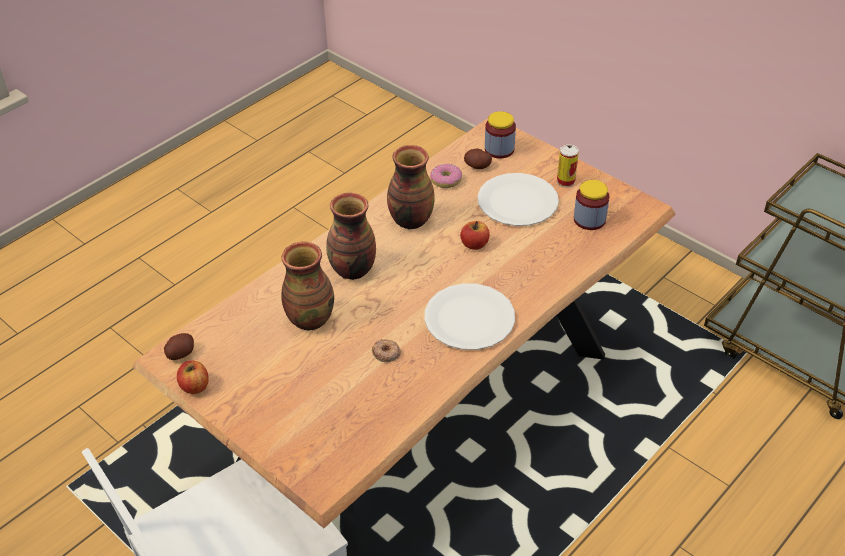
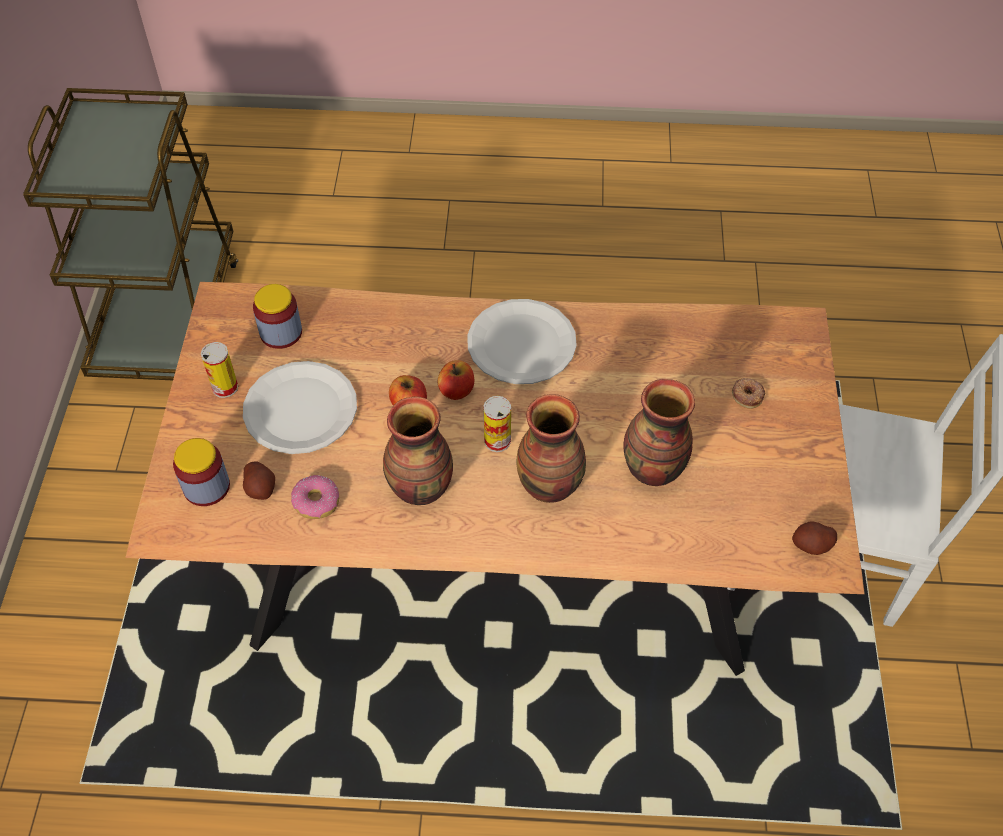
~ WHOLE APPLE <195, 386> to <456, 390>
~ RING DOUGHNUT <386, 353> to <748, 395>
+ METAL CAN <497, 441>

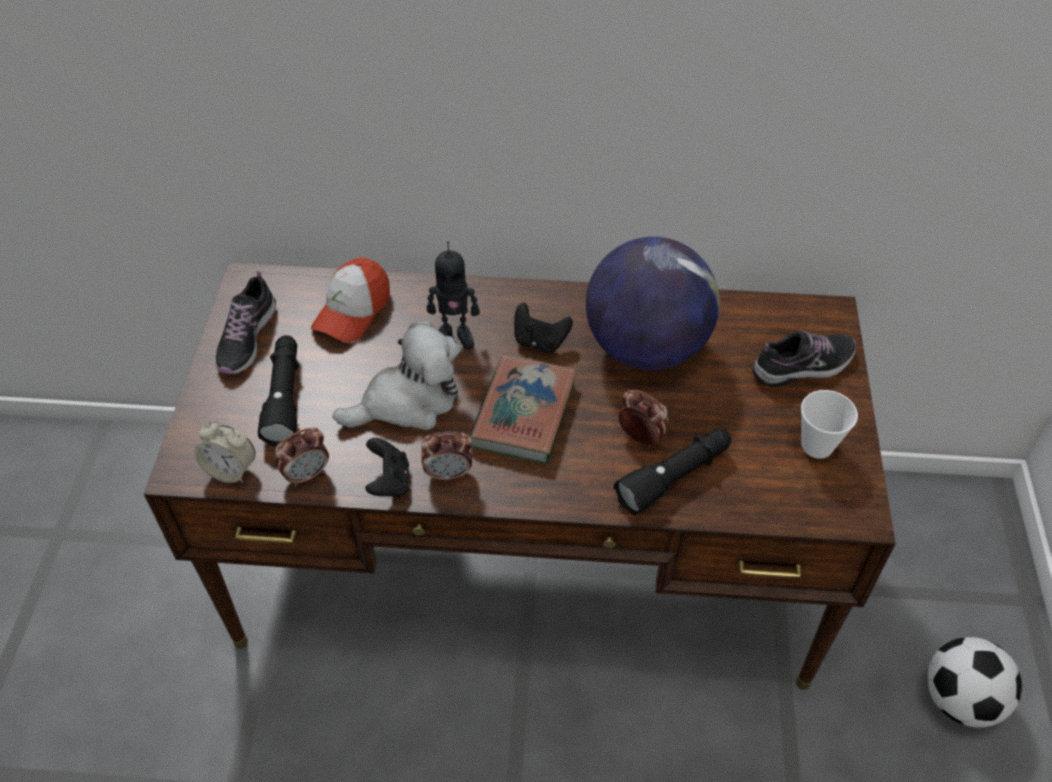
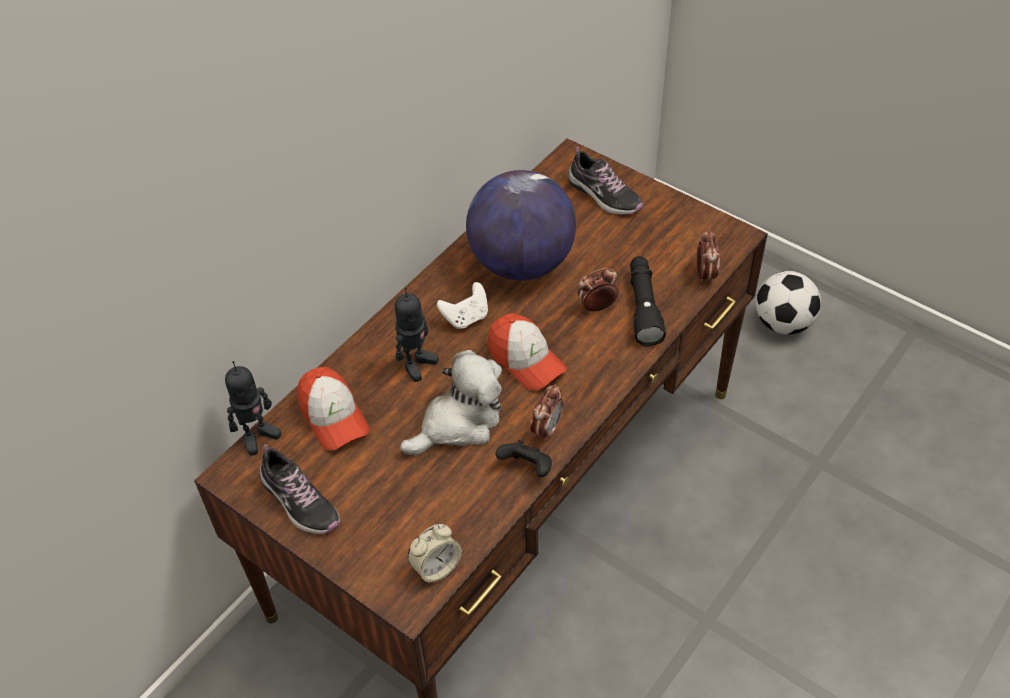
- BLACK FLASHLIGHT <285, 397>
~ BEDSIDE CLOCK <307, 474> to <705, 274>
~ SOFT TOY <408, 402> = <459, 422> 45 degrees clockwise
~ BOOK <523, 413> to PEAKED CAP <526, 360>
~ BLACK GAME CONTROLLER <540, 341> to WHITE-COLOURED GAME CONTROLLER <466, 317>
~ LOW SHOE <803, 366> = <604, 195> 120 degrees clockwise
- SMALL CUP <817, 446>
+ ROBOT FIGURE <258, 436>

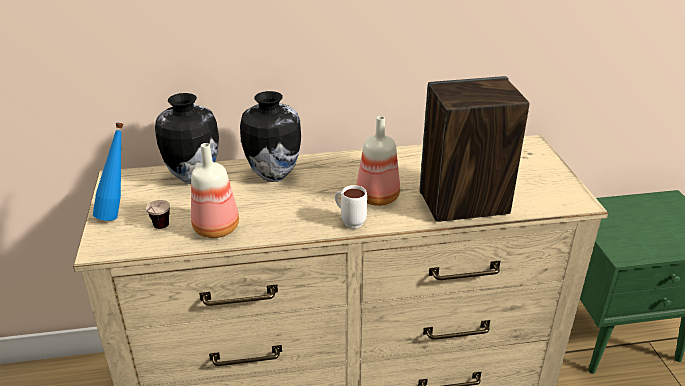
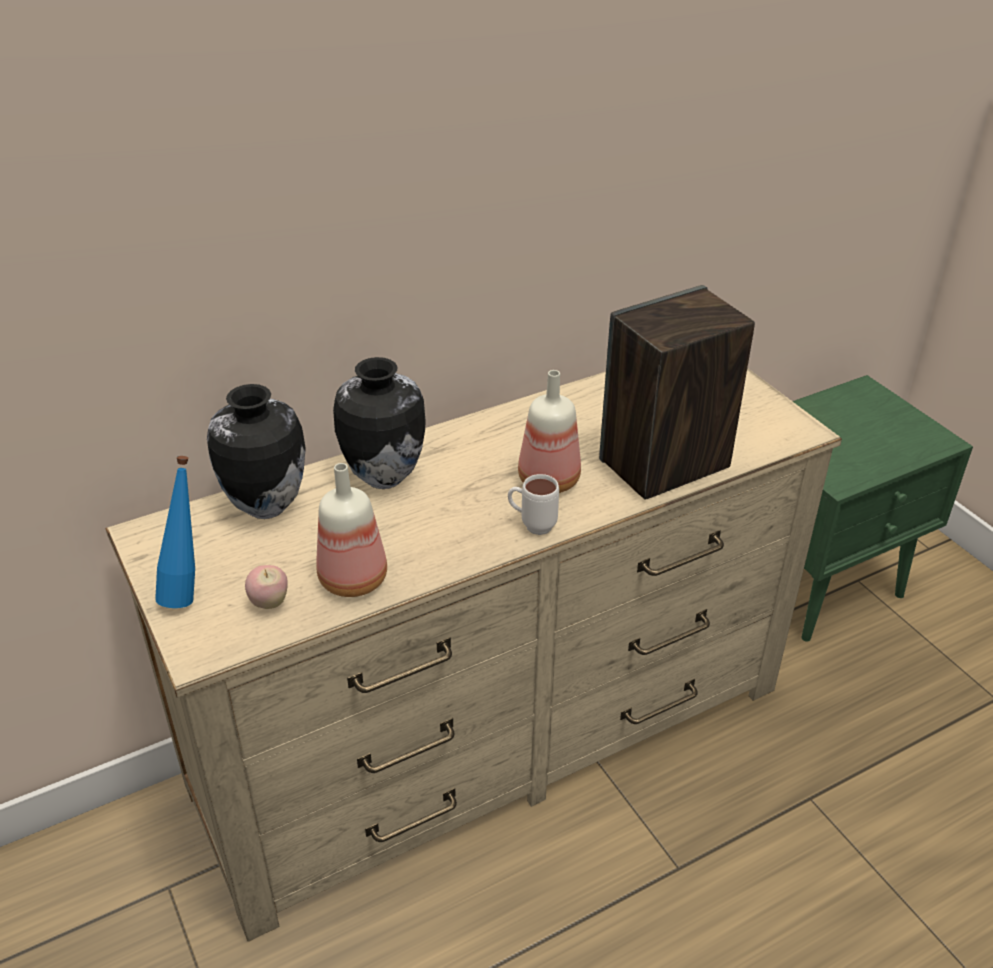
~ SMALL CUP <158, 230> to WHOLE APPLE <269, 603>

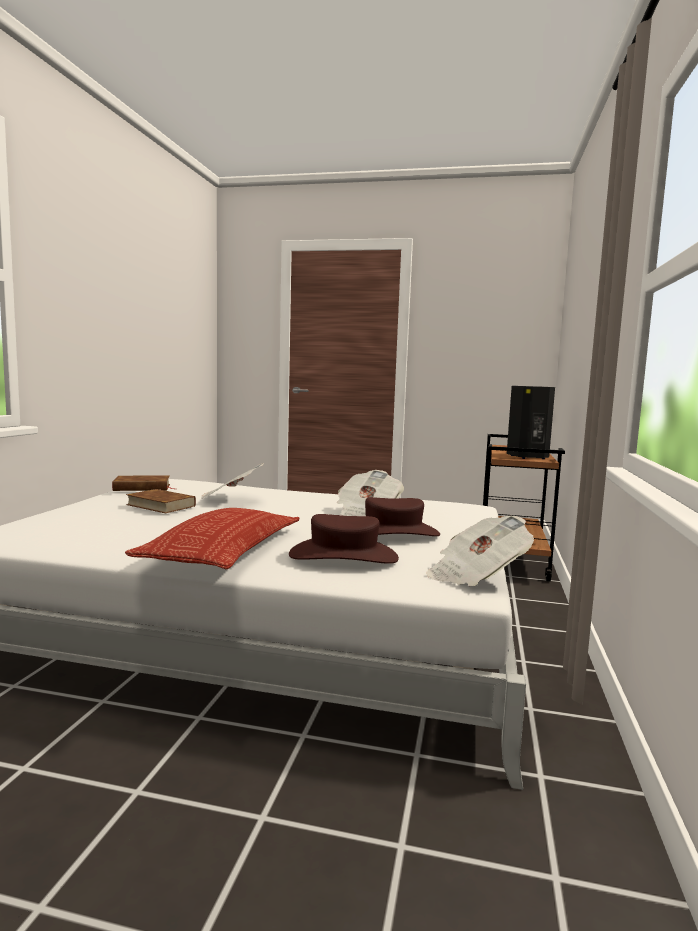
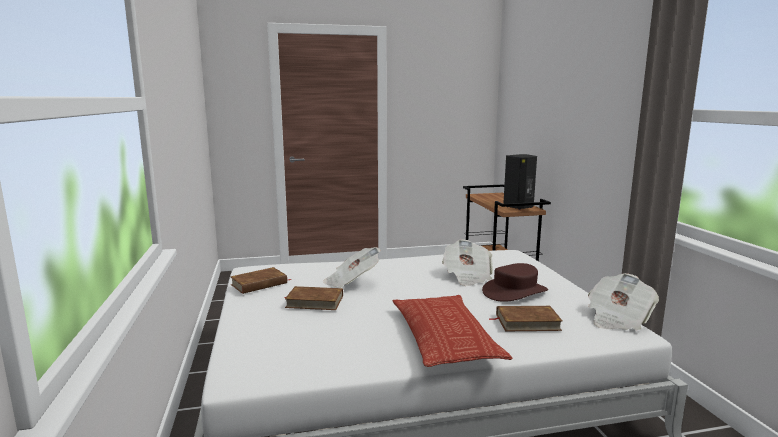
~ BROWN CLOTHING HAT <343, 556> to BROWN BOOK <527, 322>

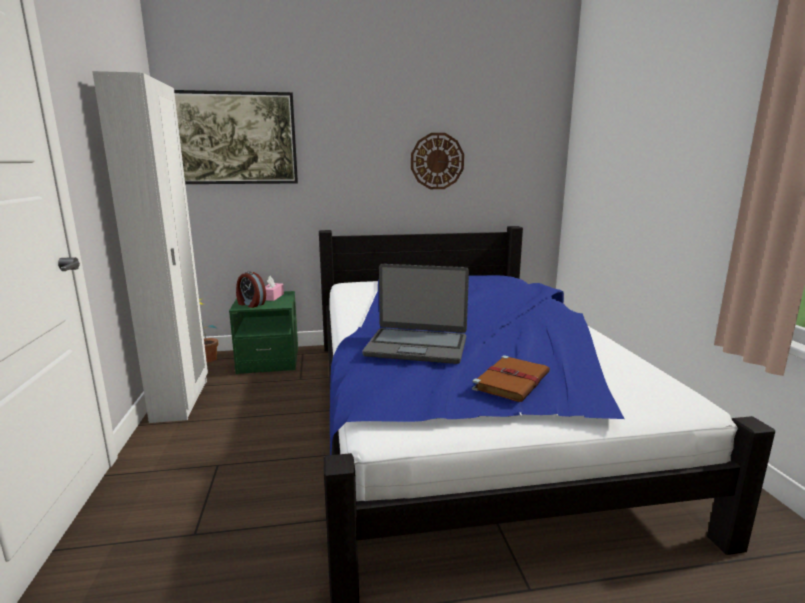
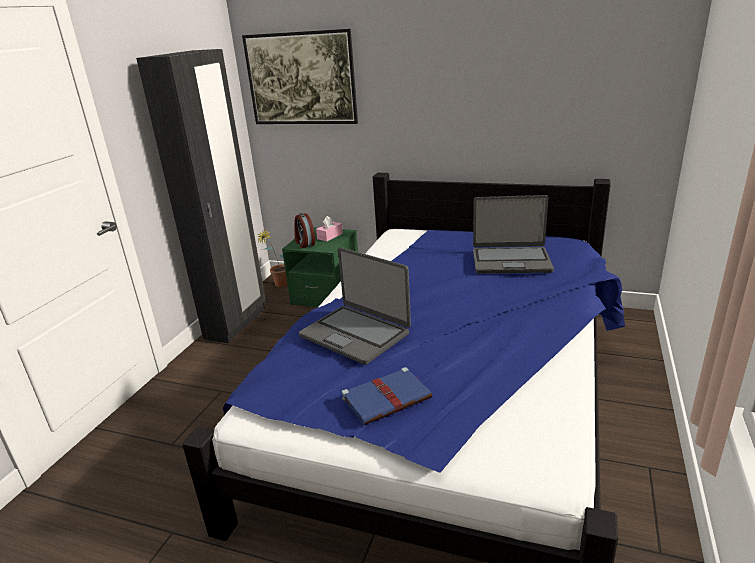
~ WHITE-COLOURED WARDROBE <181, 400> to BLACK WARDROBE <236, 323>
- CLOCK ON THE WALL <437, 161>
~ BROWN BOOK <512, 381> to BLUE-COLOURED BOOK <388, 398>
+ PORTABLE COMPUTER <511, 261>

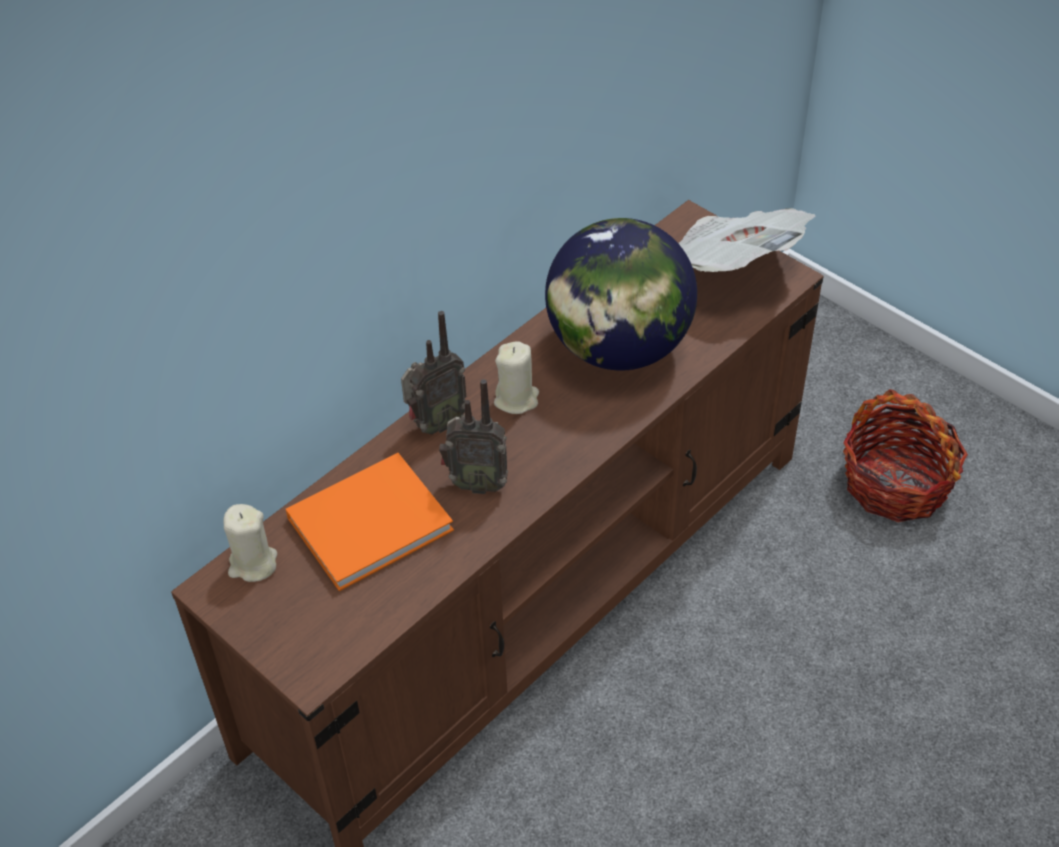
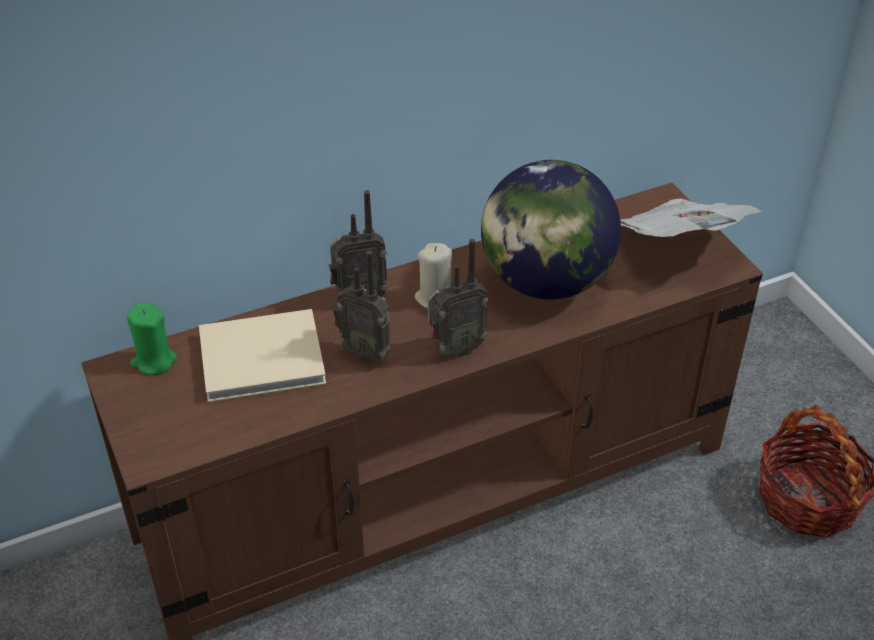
~ SAND-COLOURED CANDLE <253, 564> to GREEN CANDLE <154, 361>
~ ORANGE-COLOURED BOOK <374, 522> to SAND-COLOURED BOOK <266, 358>
+ RADIO RECEIVER <454, 349>

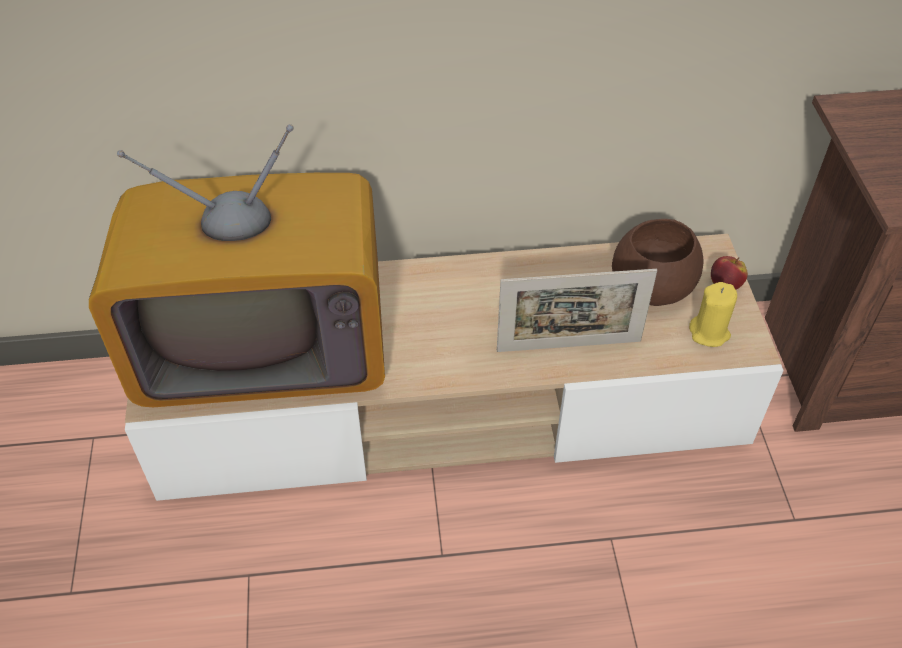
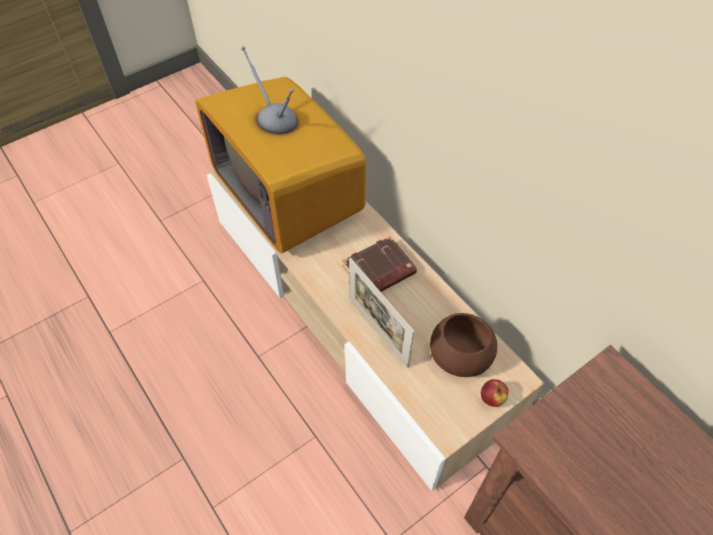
- YELLOW CANDLE <709, 333>
+ BROWN BOOK <379, 271>

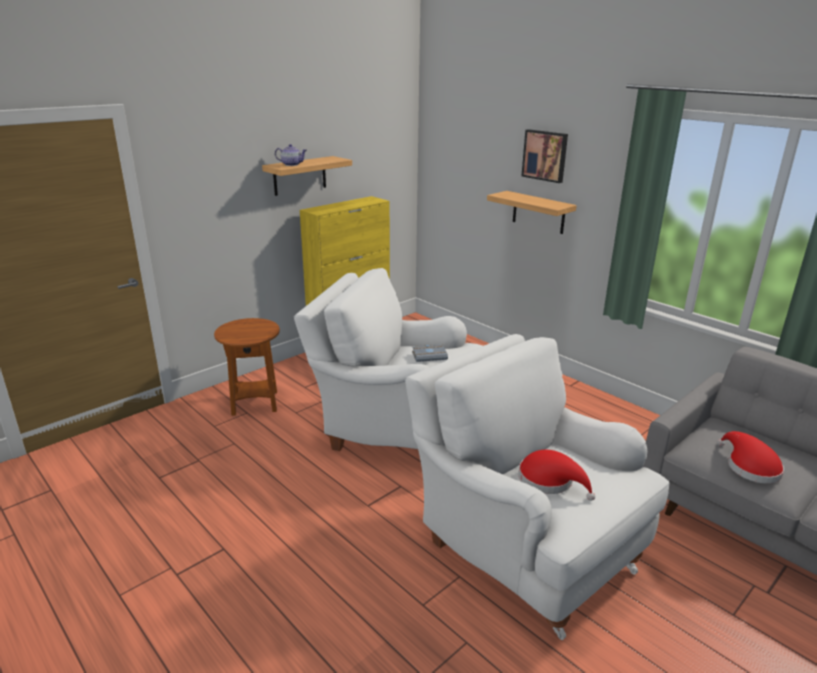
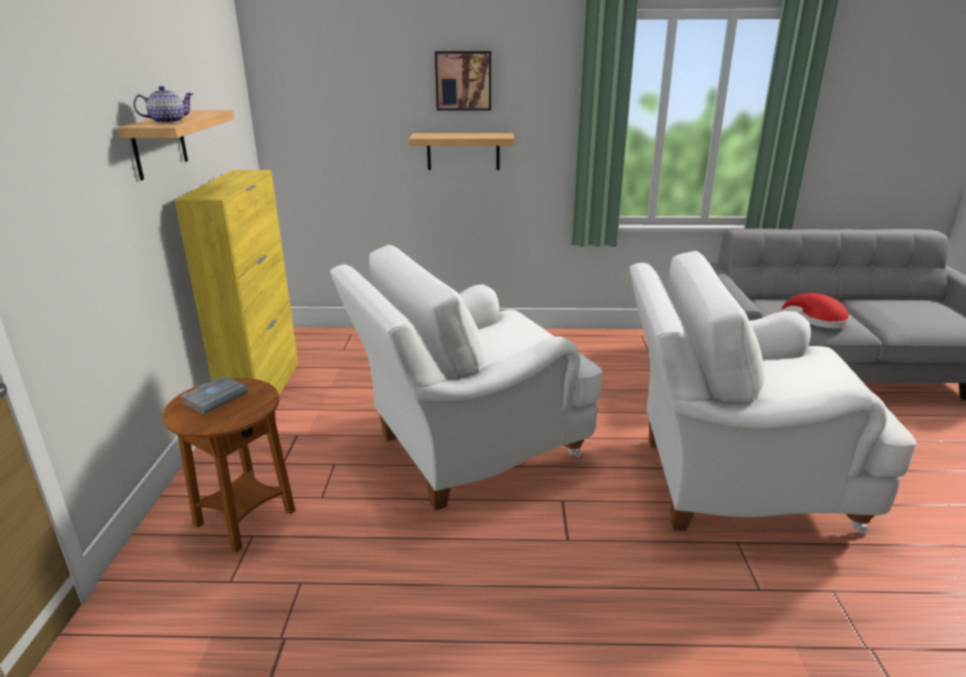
~ GRAY BOOK <430, 355> to <215, 398>
- RED-COLOURED CLOTHING HAT <550, 480>

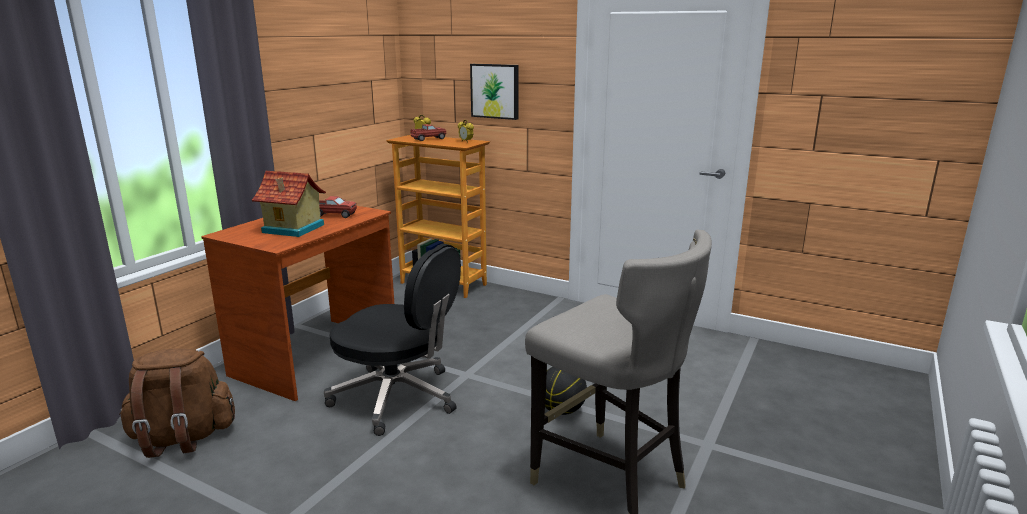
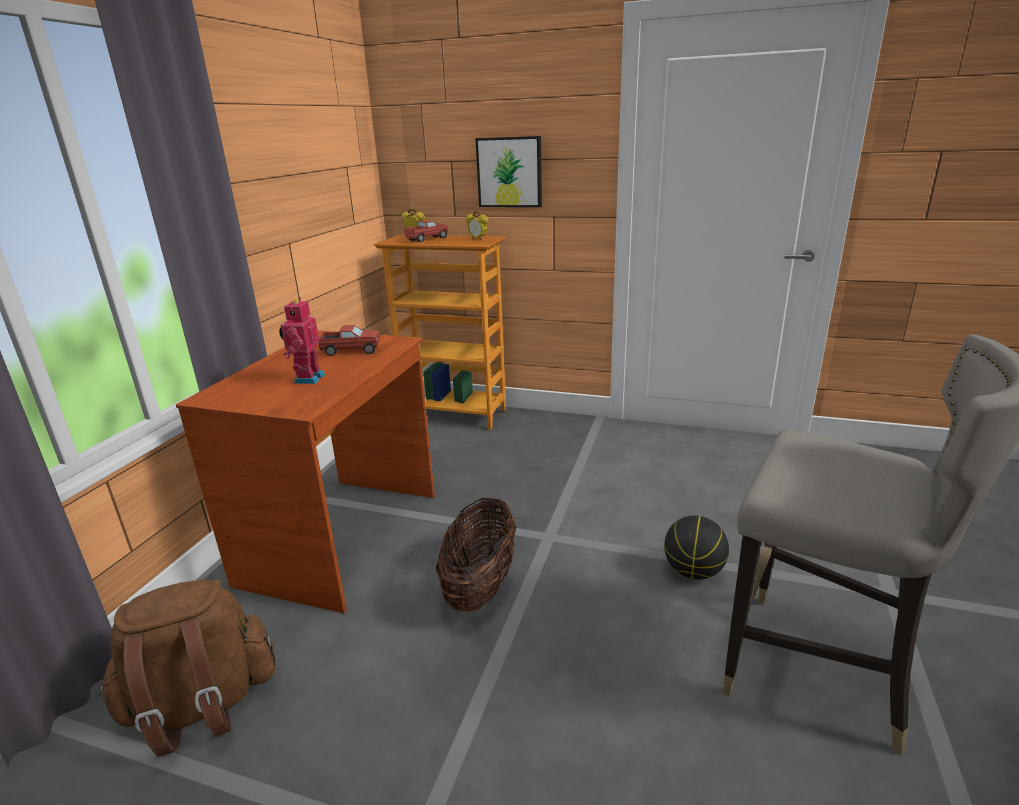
~ TOY HOUSE <292, 229> to ROBOT FIGURE <307, 378>
~ BLACK OFFICE CHAIR <398, 398> to BASKET <480, 585>

